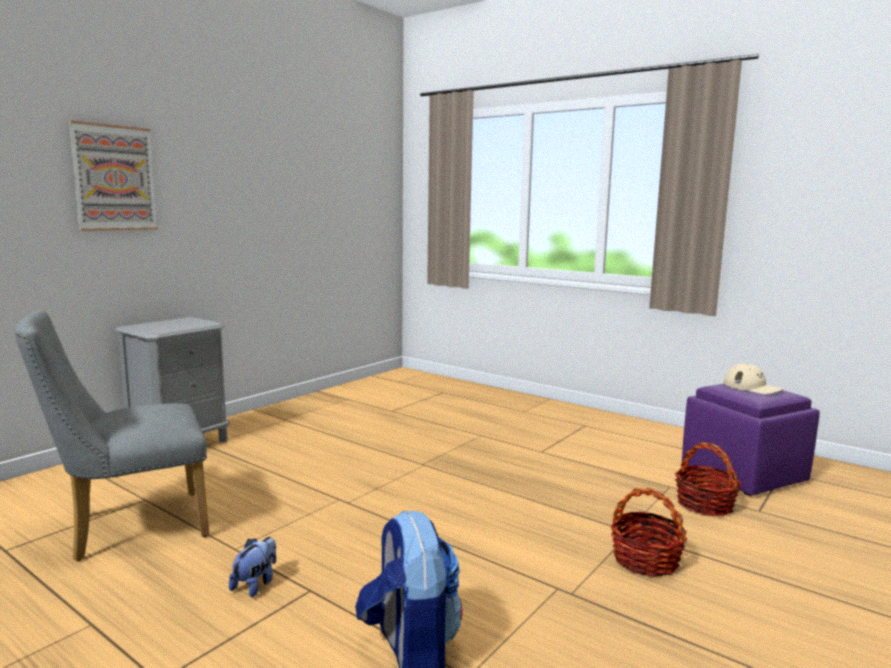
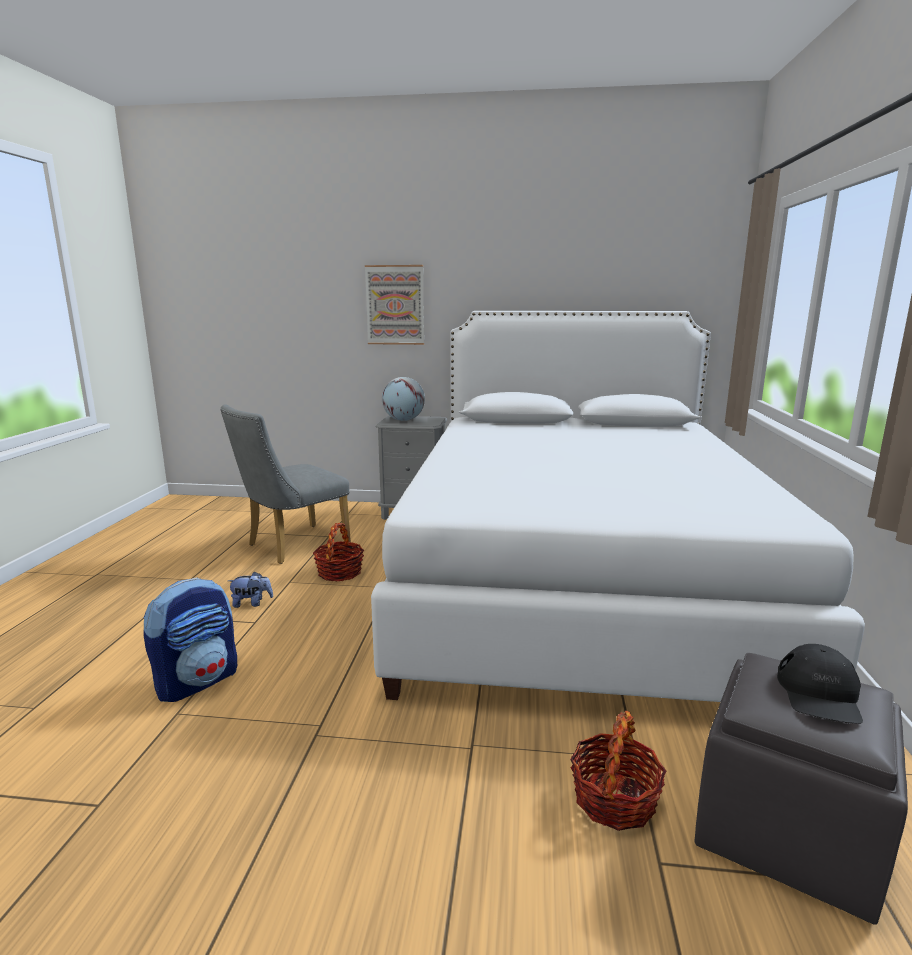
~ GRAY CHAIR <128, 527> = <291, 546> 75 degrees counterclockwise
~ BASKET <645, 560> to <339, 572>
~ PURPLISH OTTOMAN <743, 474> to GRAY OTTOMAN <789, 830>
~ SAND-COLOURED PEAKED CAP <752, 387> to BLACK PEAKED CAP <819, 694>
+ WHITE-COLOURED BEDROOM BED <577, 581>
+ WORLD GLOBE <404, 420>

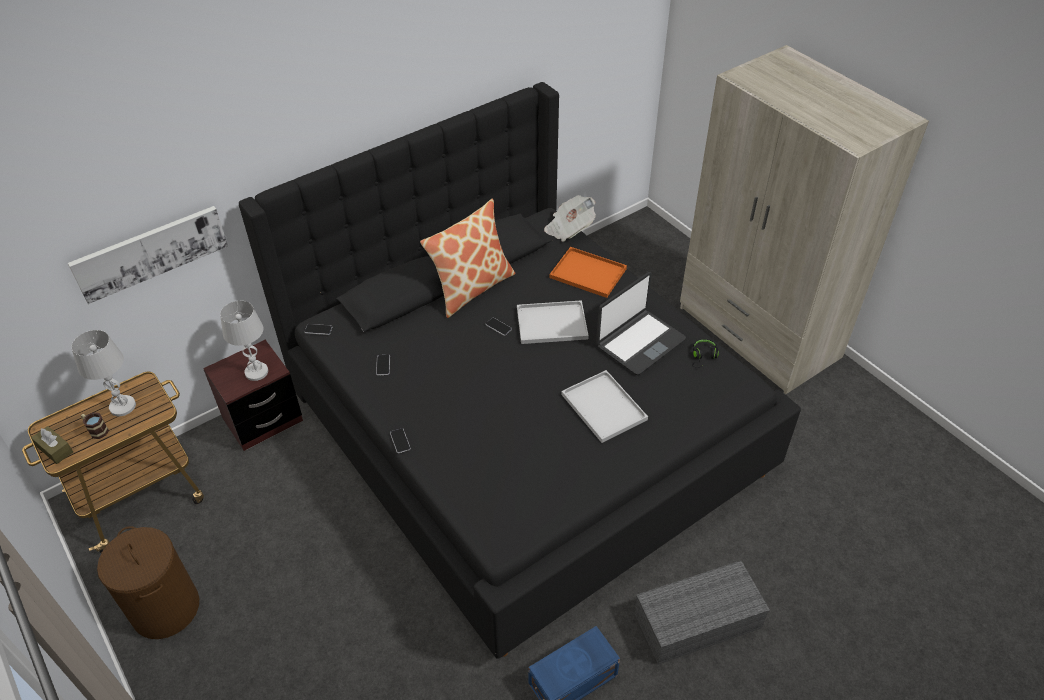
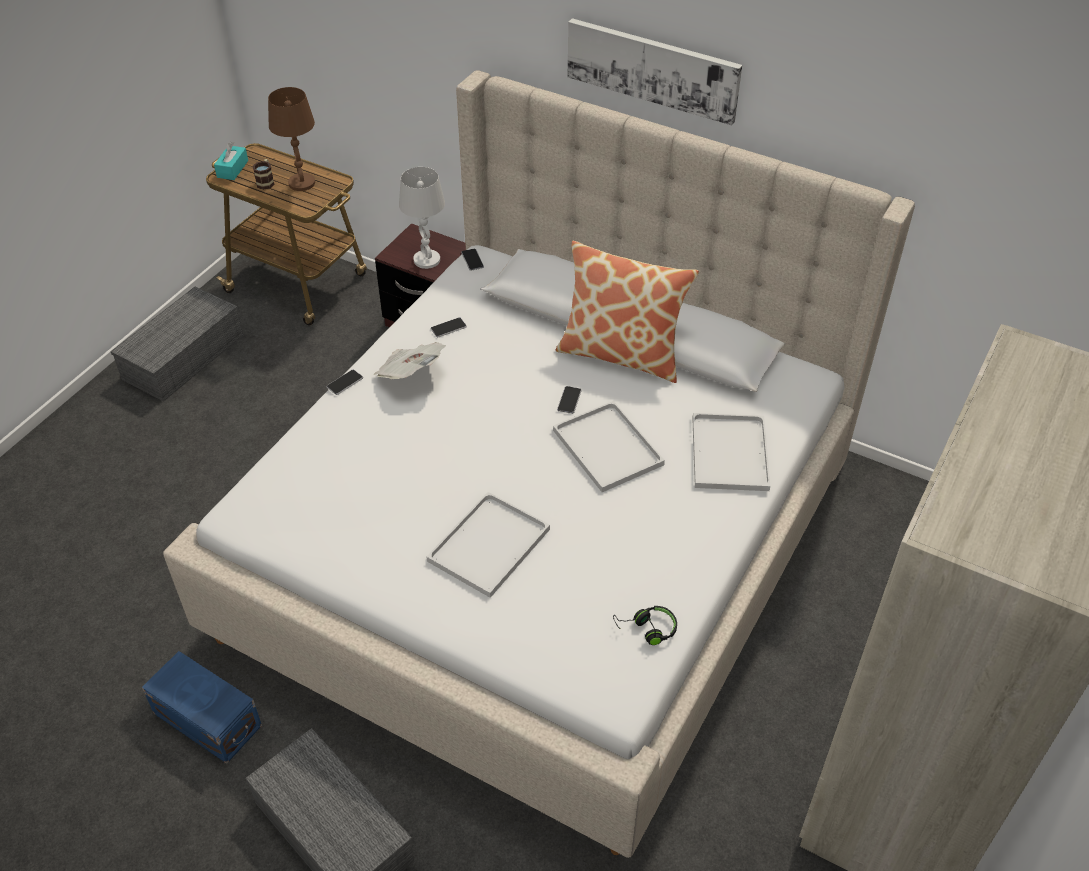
~ BROWN BOX OF TISSUES <55, 449> to TURQUOISE-COLOURED BOX OF TISSUES <232, 169>
~ WALL PICTURE <150, 252> to <653, 69>
~ WHITE-COLOURED TABLETOP LAMP <123, 406> to BROWN TABLETOP LAMP <302, 183>
~ BROWN LAUNDRY BASKET <166, 609> to GRAY STORAGE BIN <183, 358>
~ BLACK BEDROOM BED <523, 428> to SAND-COLOURED BEDROOM BED <546, 544>
~ PRINTED PAPER <569, 229> to <410, 374>
~ ORANGE-COLOURED CARRYING TRAY <589, 273> to WHITE-COLOURED CARRYING TRAY <731, 455>
- PORTABLE COMPUTER <639, 342>

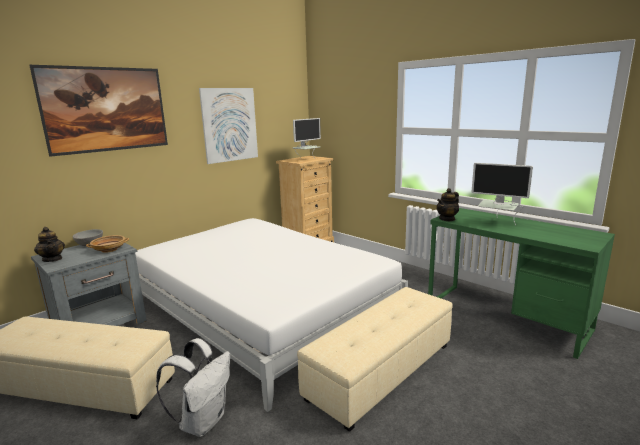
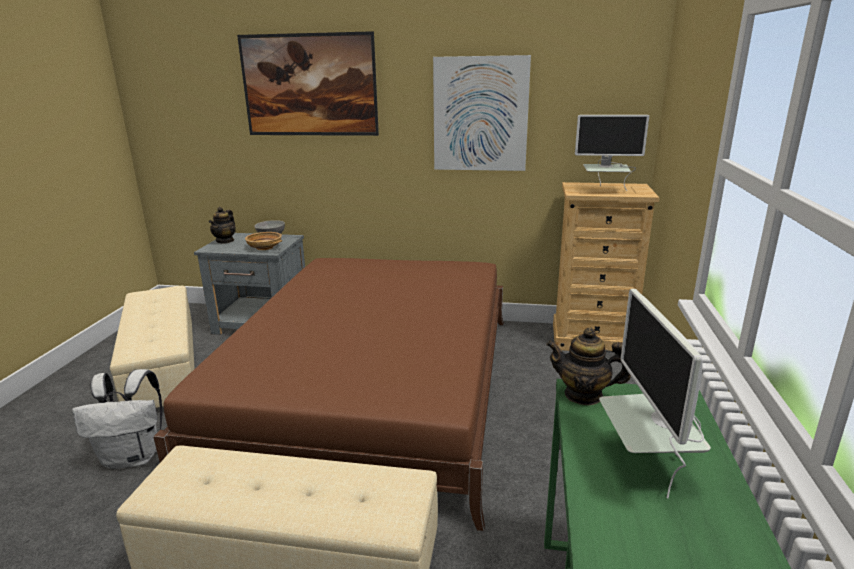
~ WHITE-COLOURED BEDROOM BED <262, 308> to BROWN BEDROOM BED <372, 388>

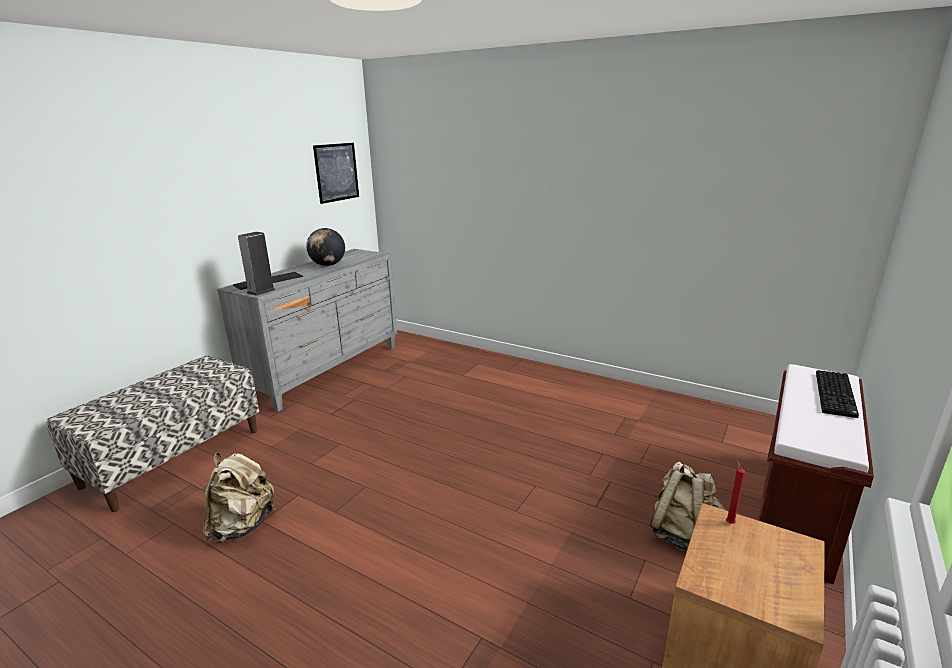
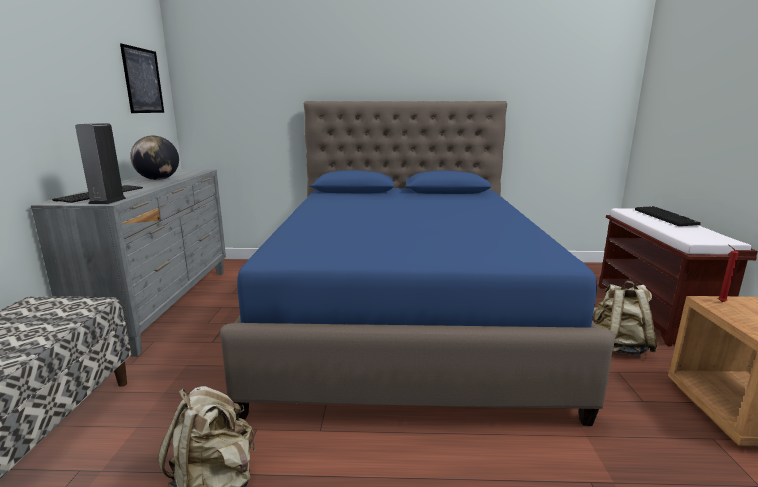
+ BLUE-COLOURED BEDROOM BED <406, 314>

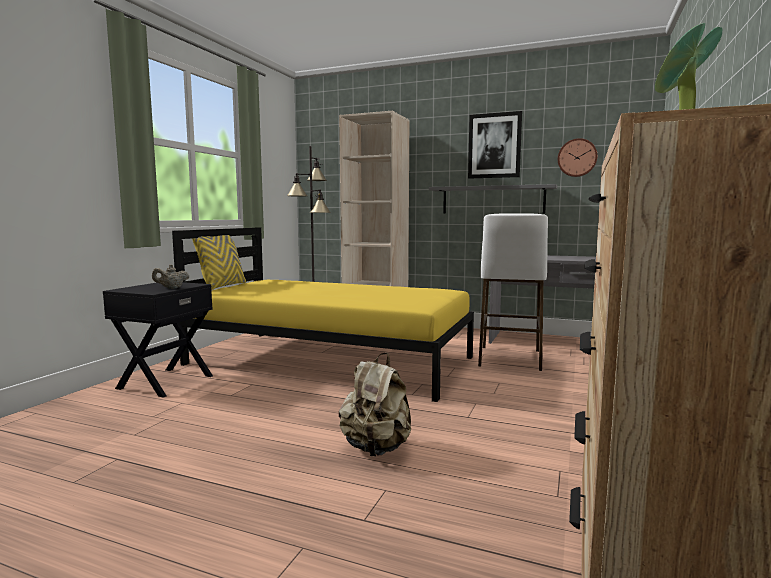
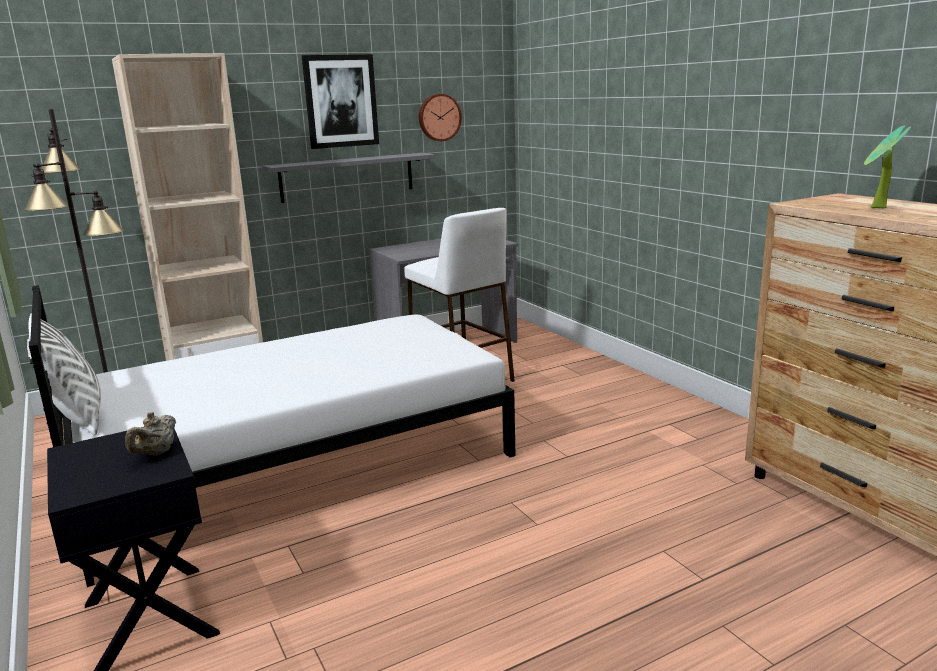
~ YELLOW BEDROOM BED <330, 360> to WHITE-COLOURED BEDROOM BED <296, 466>
~ YELLOW PILLOW <222, 286> to WHITE-COLOURED PILLOW <77, 419>
- SAND-COLOURED BACKPACK <376, 448>

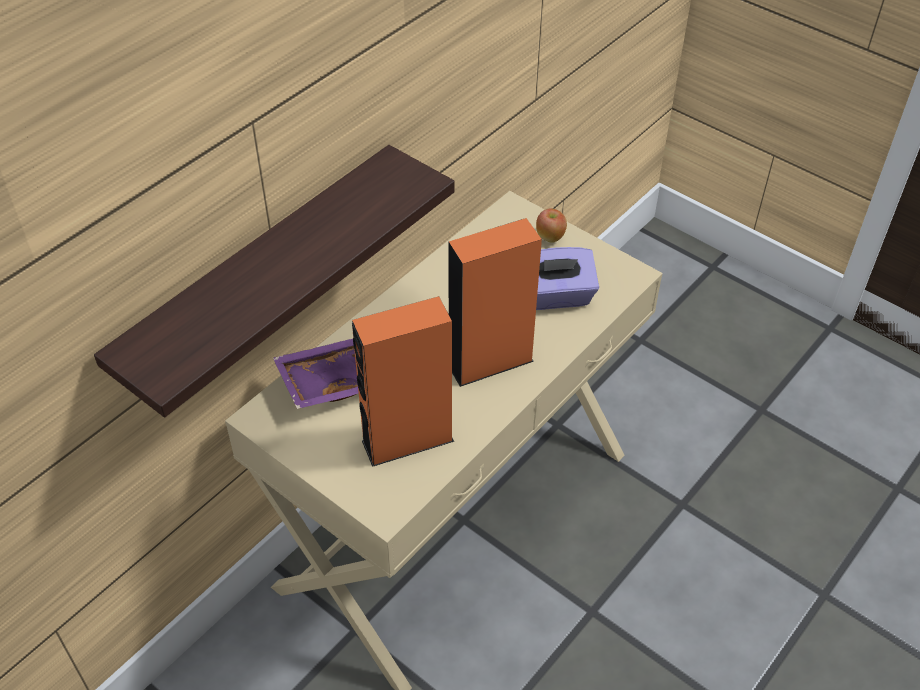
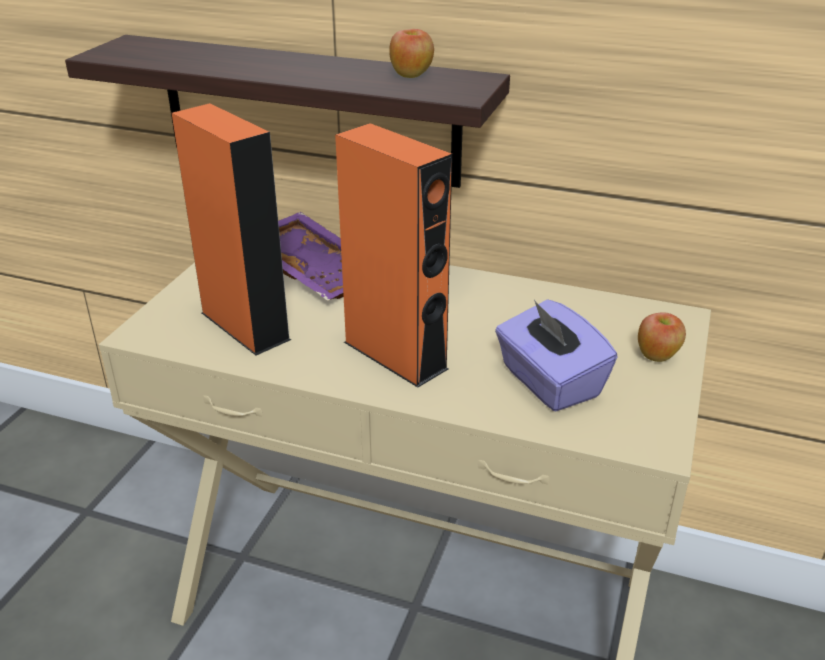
+ WHOLE APPLE <411, 75>

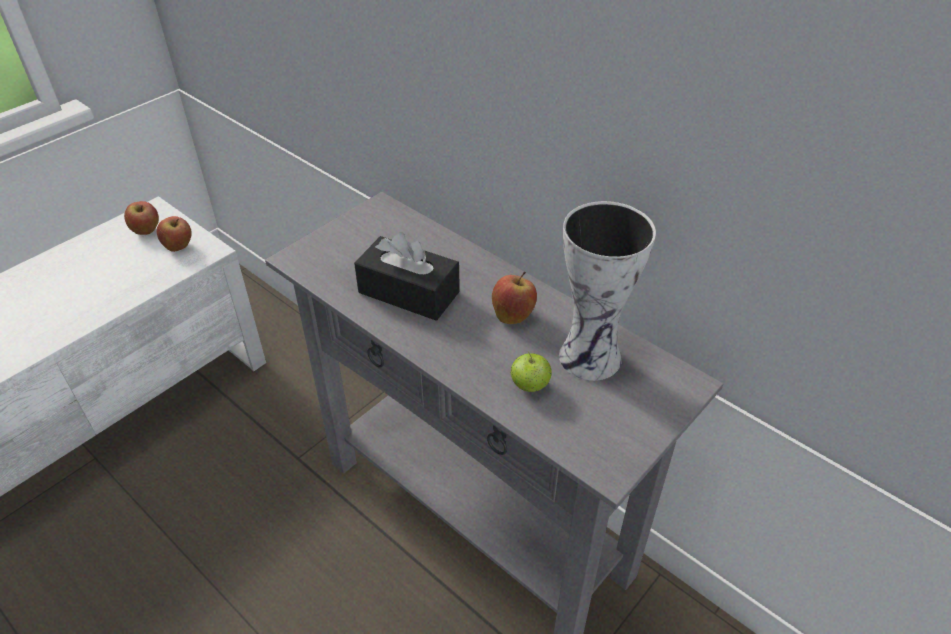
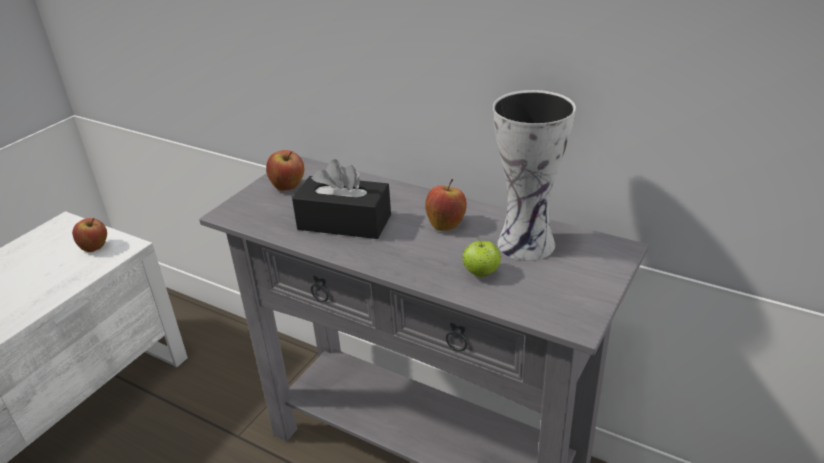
~ WHOLE APPLE <146, 231> to <288, 187>

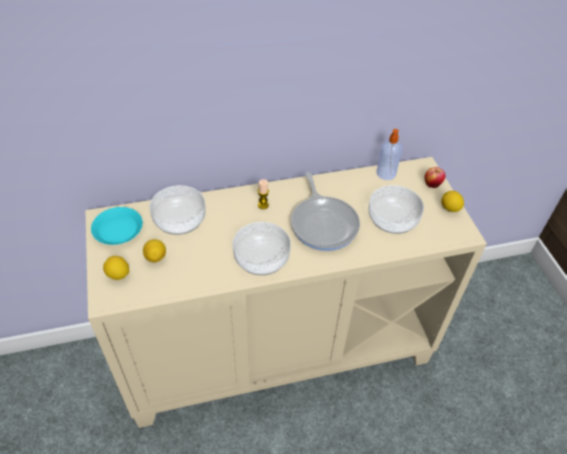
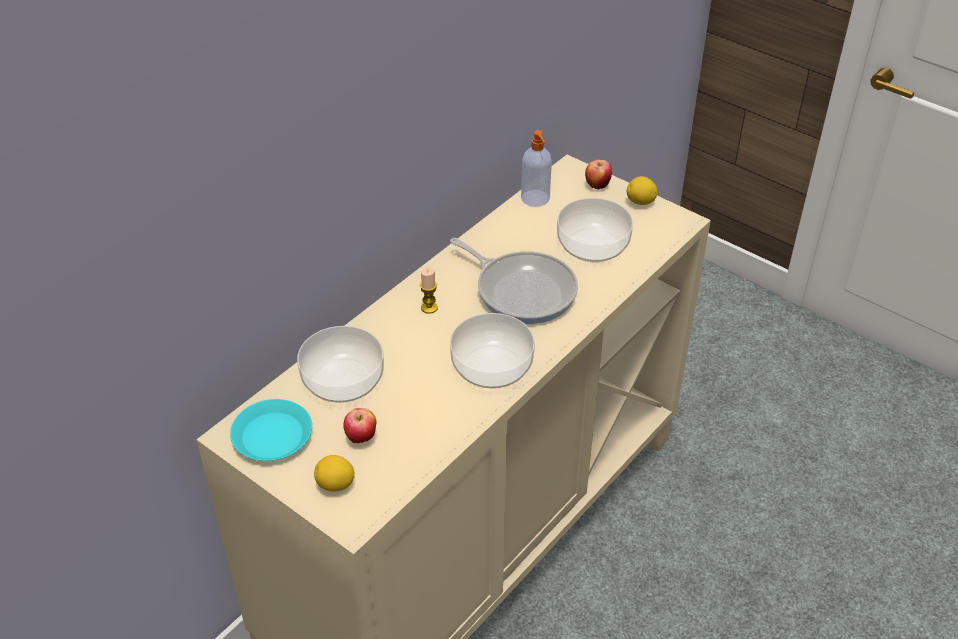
~ CITRUS FRUIT <156, 257> to WHOLE APPLE <361, 438>

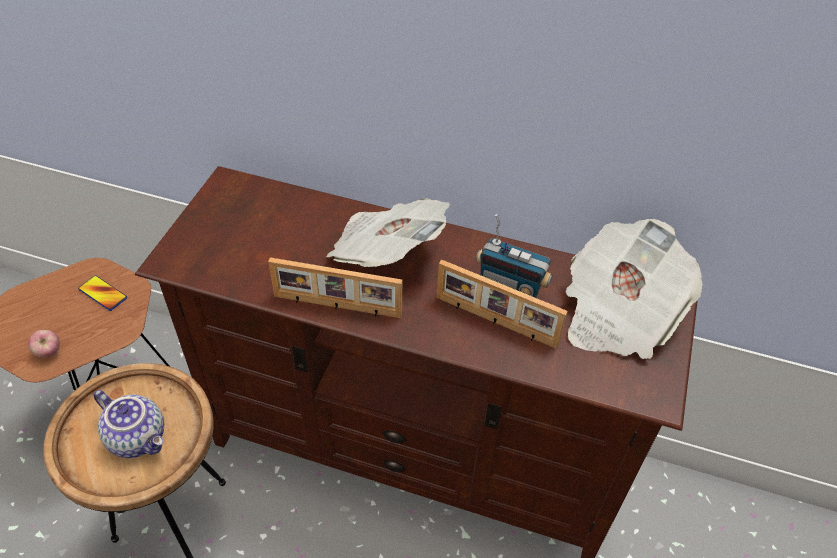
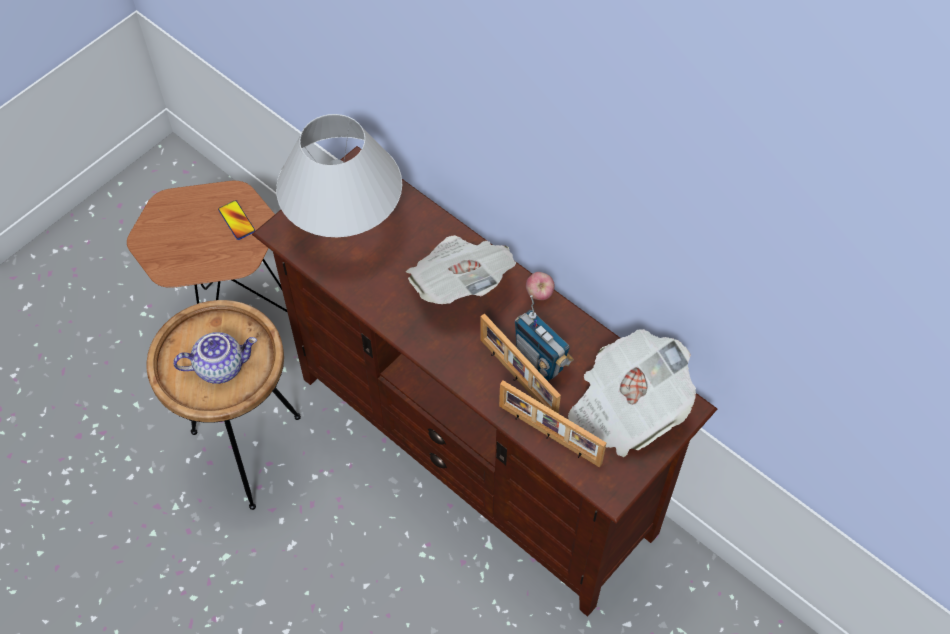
~ WHOLE APPLE <49, 352> to <539, 294>
~ POT FOR TEA <139, 437> = <220, 366> 75 degrees counterclockwise
~ PICTURE FRAME <337, 307> to <549, 436>
+ WHITE-COLOURED TABLETOP LAMP <345, 225>

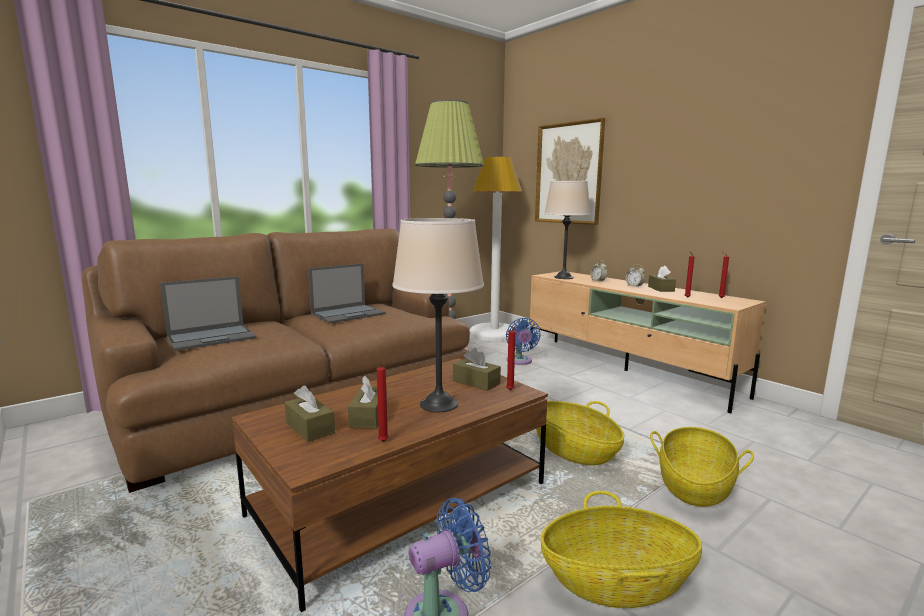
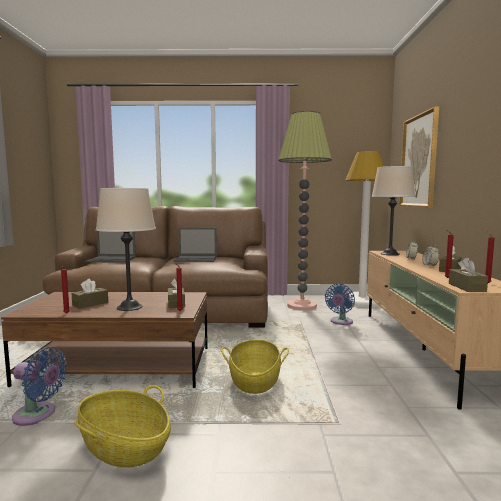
~ BROWN BOX OF TISSUES <310, 428> to <466, 287>
- BASKET <694, 485>

